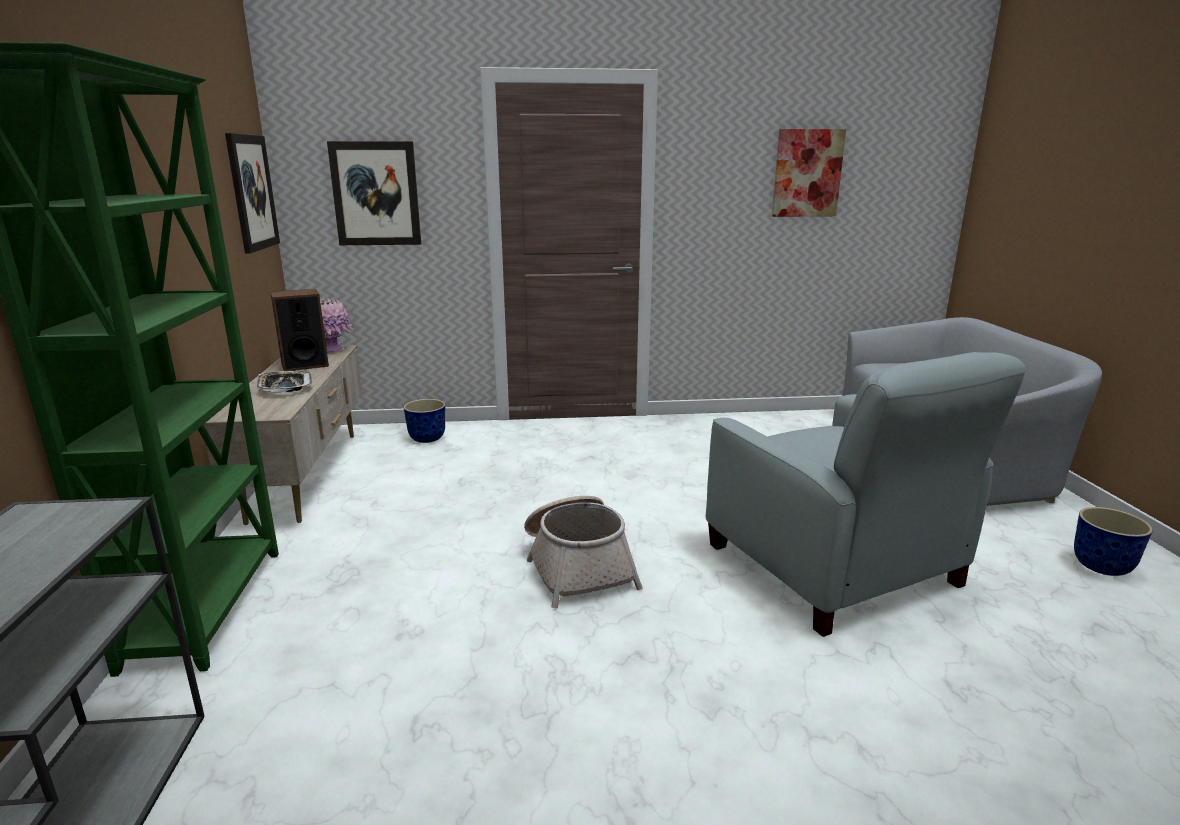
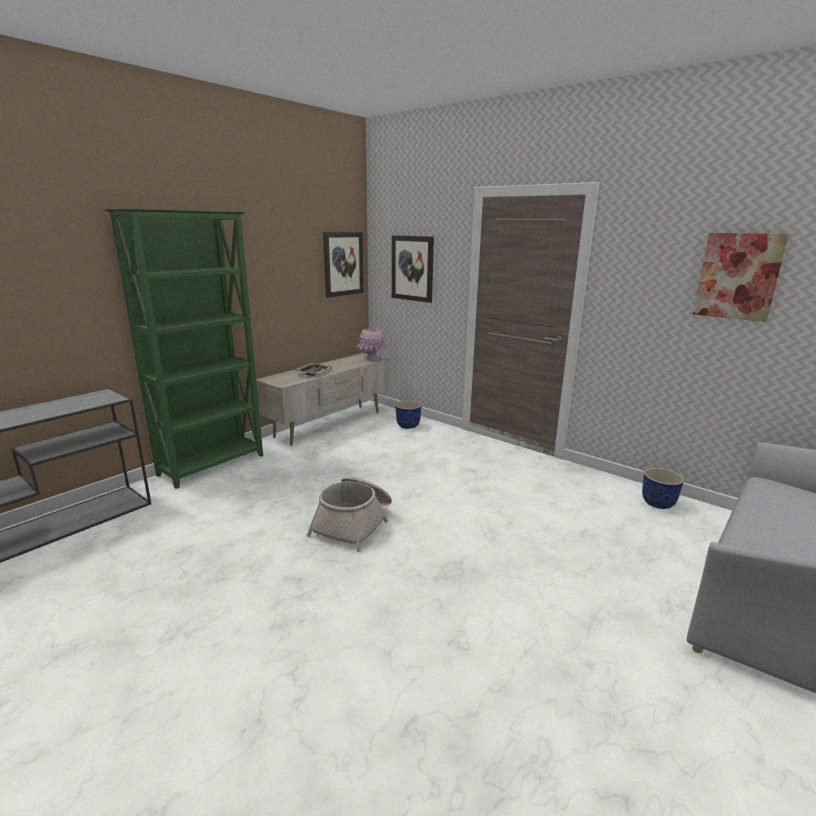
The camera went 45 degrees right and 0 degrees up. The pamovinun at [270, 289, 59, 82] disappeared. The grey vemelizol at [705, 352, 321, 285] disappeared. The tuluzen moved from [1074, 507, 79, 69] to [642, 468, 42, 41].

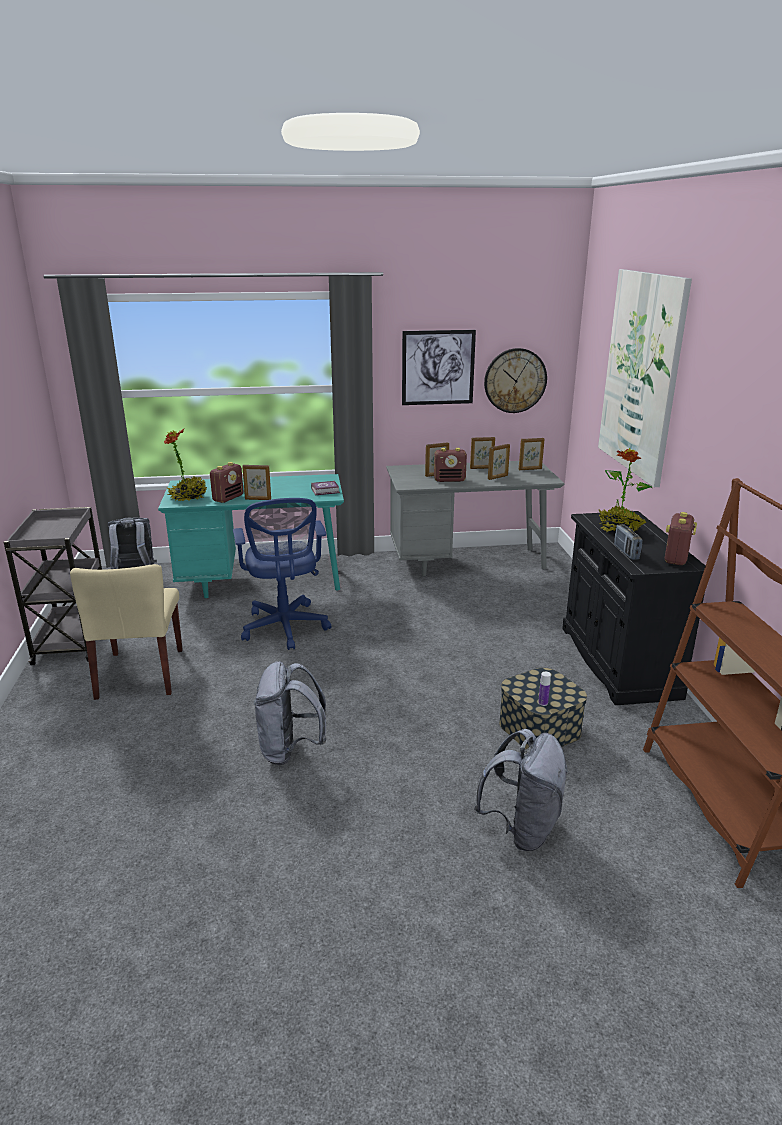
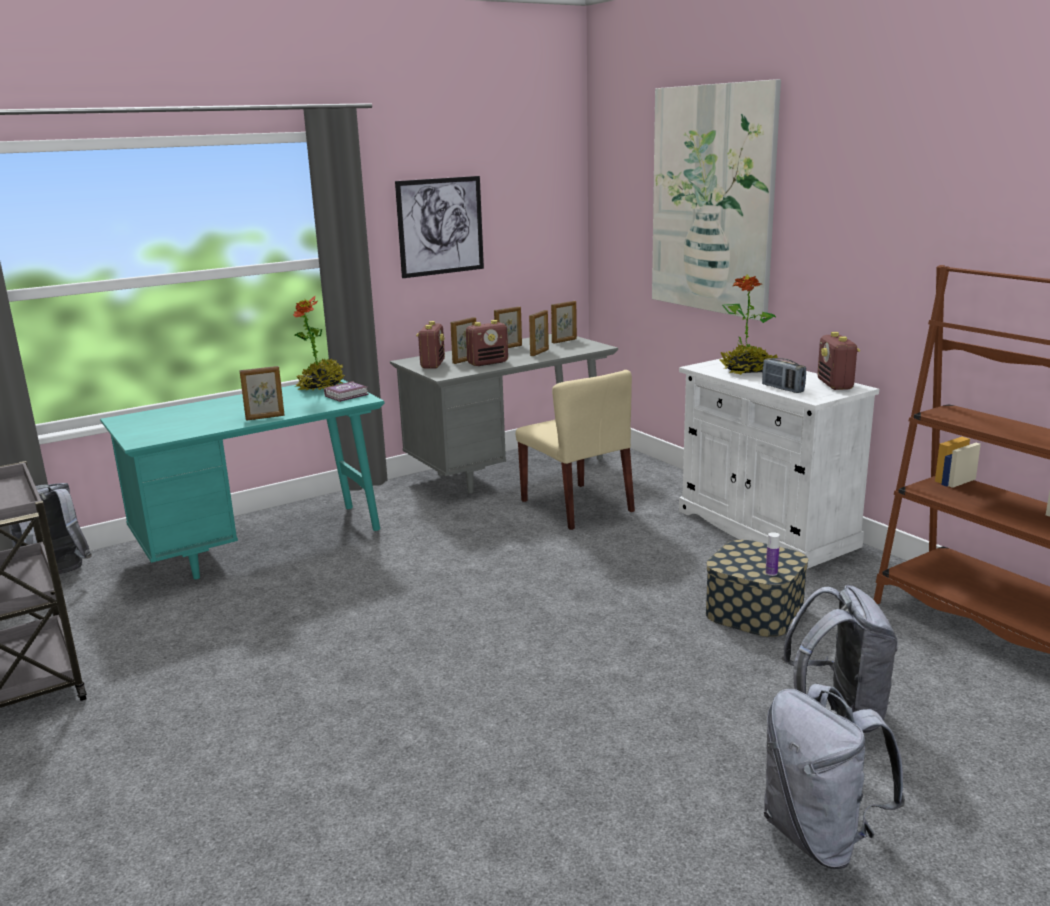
The camera went 25 degrees left and 5 degrees down. The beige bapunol moved from [70, 564, 113, 136] to [516, 370, 119, 160]. The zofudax moved from [164, 429, 43, 72] to [293, 296, 52, 95]. The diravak moved from [210, 462, 34, 41] to [416, 321, 29, 48]. The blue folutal at [233, 498, 98, 152] disappeared. The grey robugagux moved from [253, 661, 73, 104] to [764, 684, 141, 185]. The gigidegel at [484, 348, 63, 65] disappeared. The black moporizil at [562, 511, 143, 194] became the white moporizil at [679, 357, 200, 212].

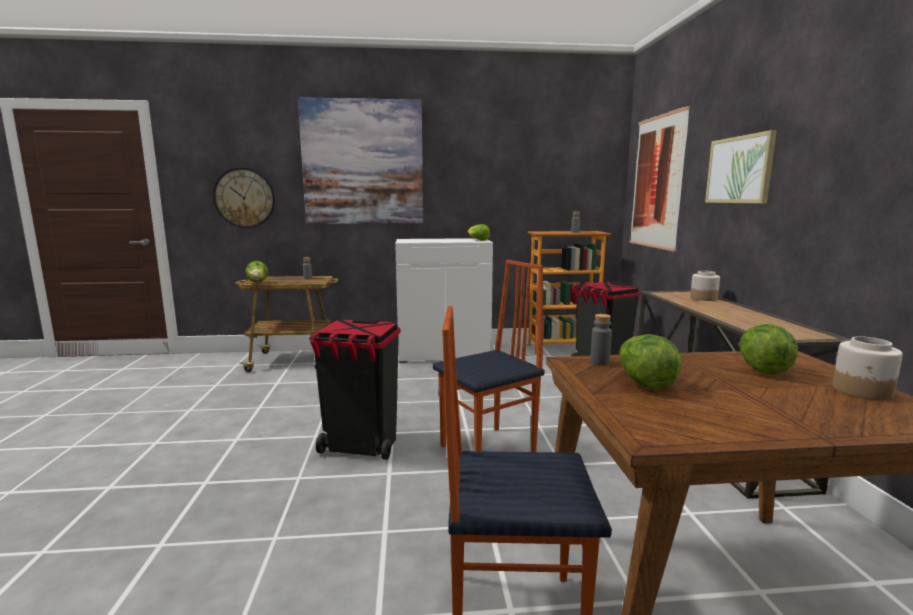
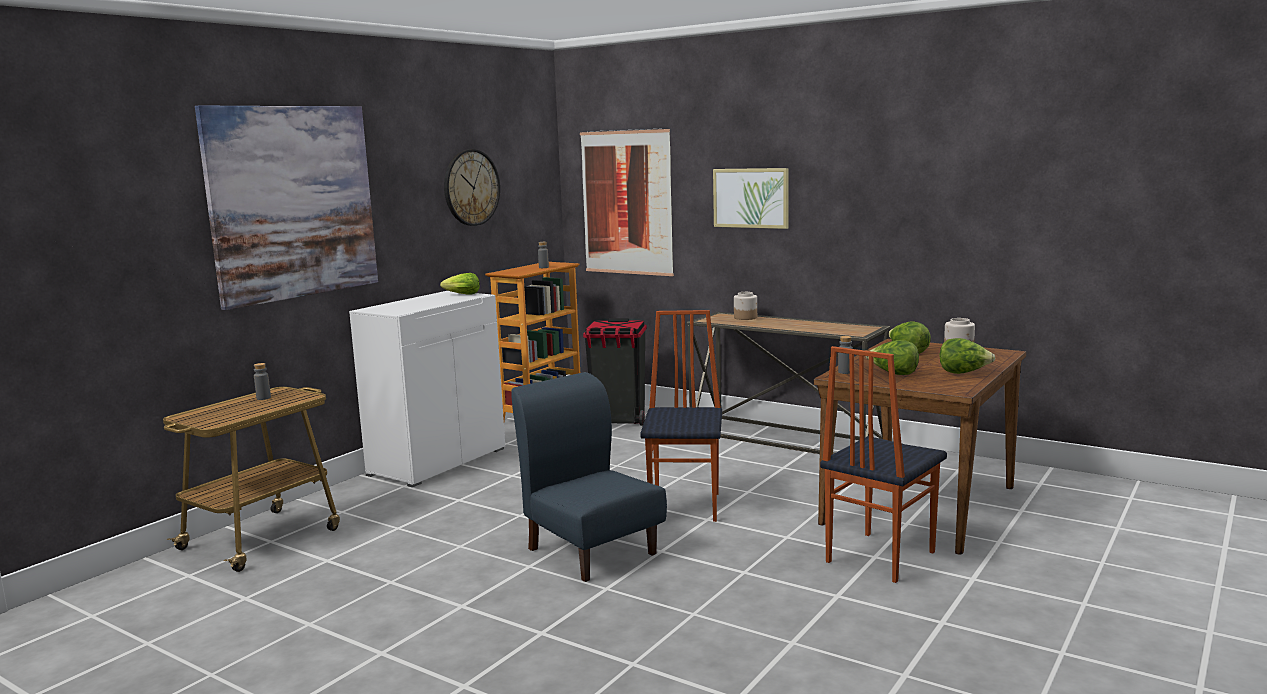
The camera went 50 degrees left and 0 degrees up. The gigidegel moved from [213, 167, 62, 61] to [444, 149, 56, 77]. The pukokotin moved from [246, 261, 22, 21] to [939, 338, 56, 36]. The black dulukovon at [309, 318, 92, 142] was replaced by the blue bapunol at [511, 372, 156, 210].

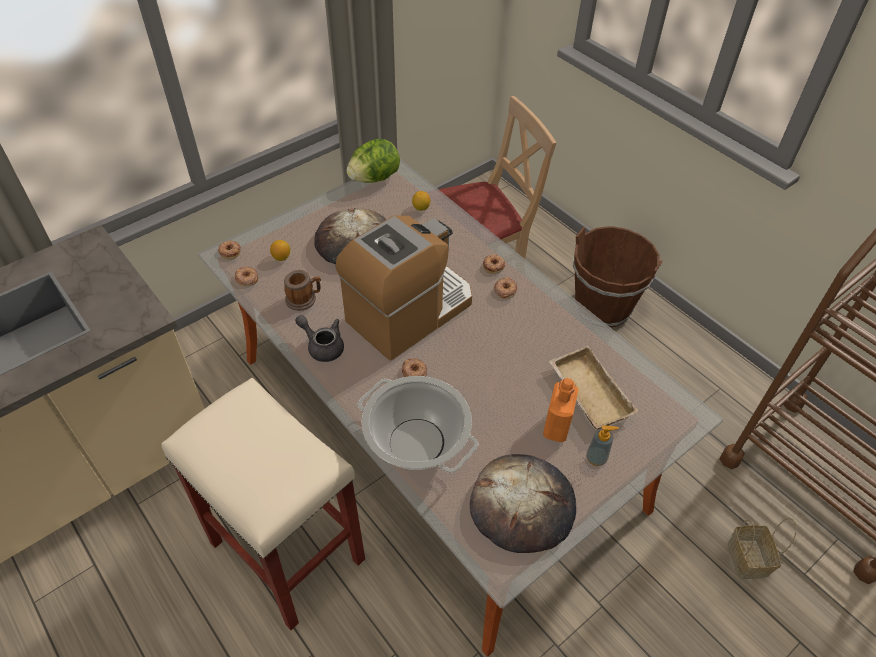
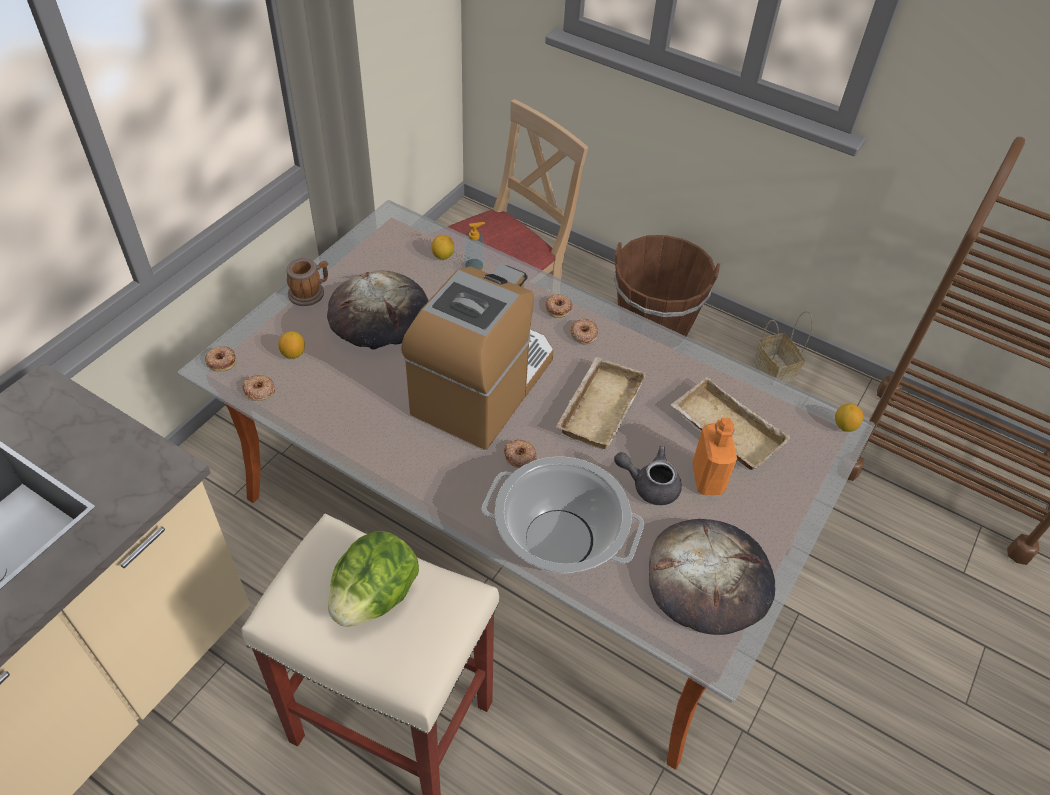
The camera went 20 degrees left and 0 degrees up. The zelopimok moved from [284, 270, 37, 41] to [286, 257, 42, 49]. The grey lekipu moved from [295, 315, 49, 47] to [614, 446, 68, 59]. The pukokotin moved from [346, 139, 54, 44] to [328, 531, 91, 95]. The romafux moved from [586, 425, 33, 41] to [464, 222, 21, 48]. The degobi moved from [728, 518, 69, 61] to [753, 311, 60, 72]. The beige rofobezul at [556, 357, 91, 92] appeared. The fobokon at [835, 404, 28, 28] appeared.

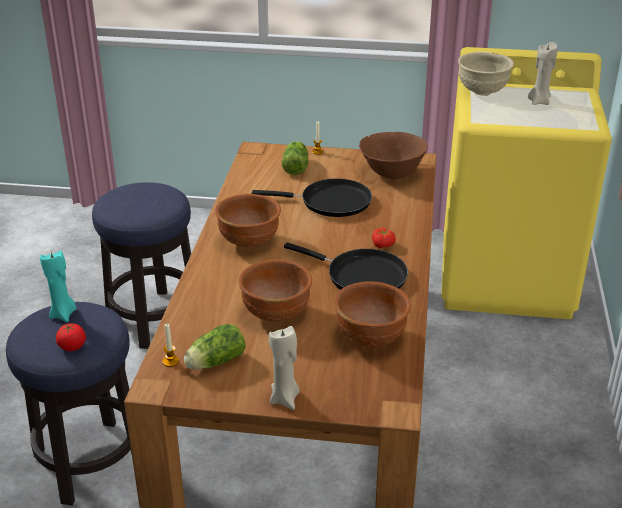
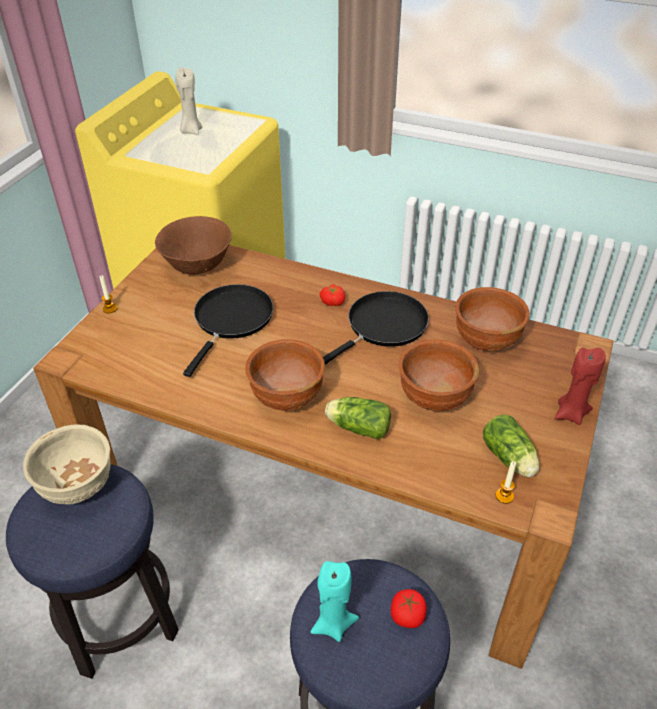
The camera went 75 degrees left and 10 degrees up. The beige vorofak at [269, 326, 31, 84] became the red vorofak at [555, 348, 51, 77]. The pukokotin moved from [282, 141, 26, 34] to [325, 397, 66, 42]. The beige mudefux moved from [458, 52, 56, 44] to [23, 425, 88, 80].

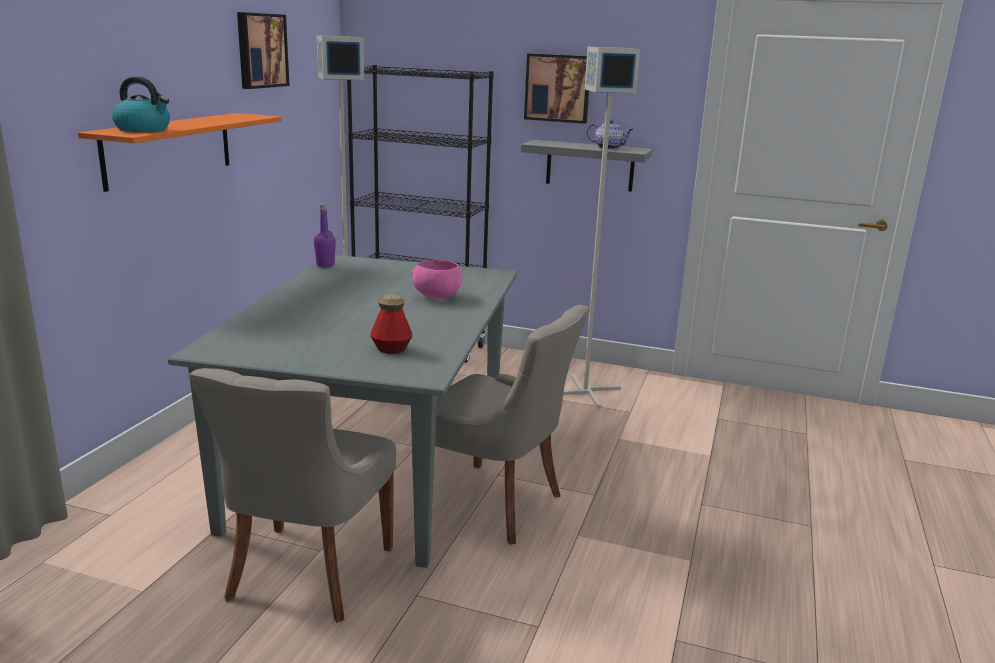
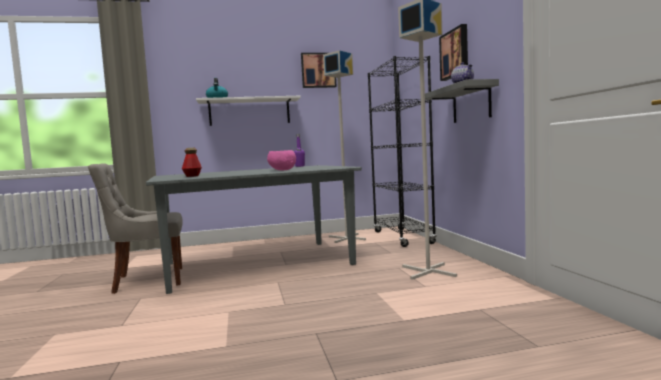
The camera went 60 degrees right and 15 degrees down. The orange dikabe at [78, 113, 204, 79] became the white dikabe at [196, 96, 105, 30]. The grey bapunol at [435, 305, 154, 240] disappeared.

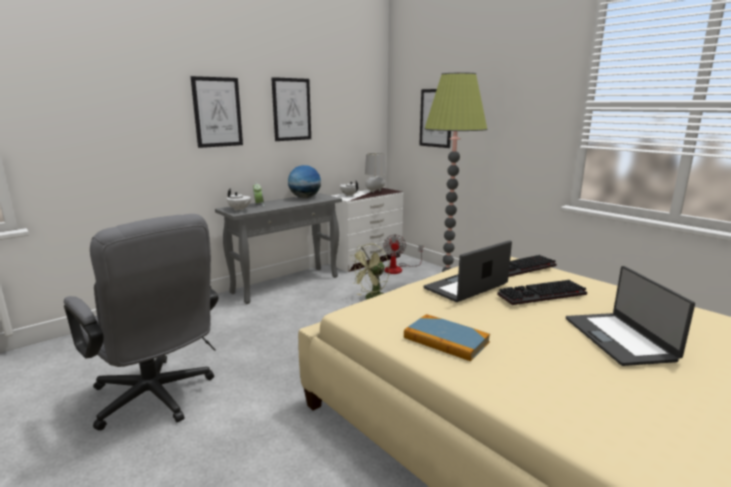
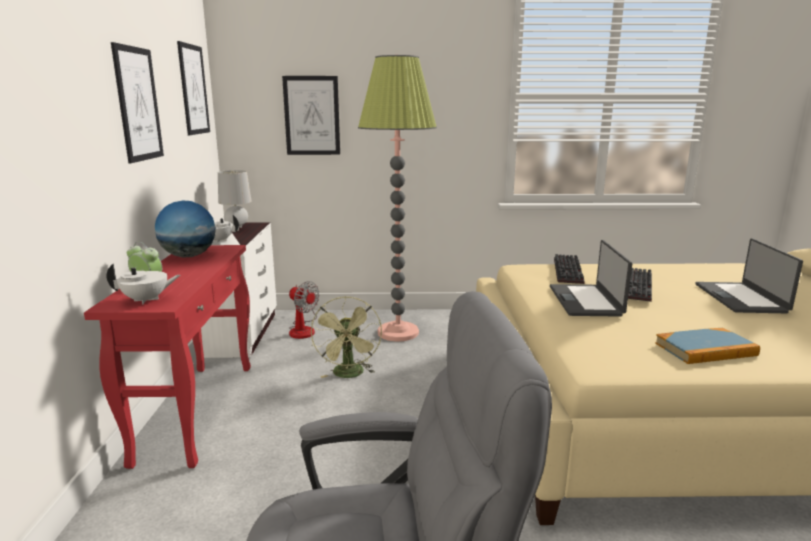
The camera went 50 degrees left and 0 degrees up. The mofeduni moved from [190, 76, 53, 72] to [177, 41, 33, 94]. The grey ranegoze at [215, 193, 127, 111] became the red ranegoze at [84, 245, 167, 224]. The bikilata at [566, 266, 129, 100] turned 60 degrees clockwise.

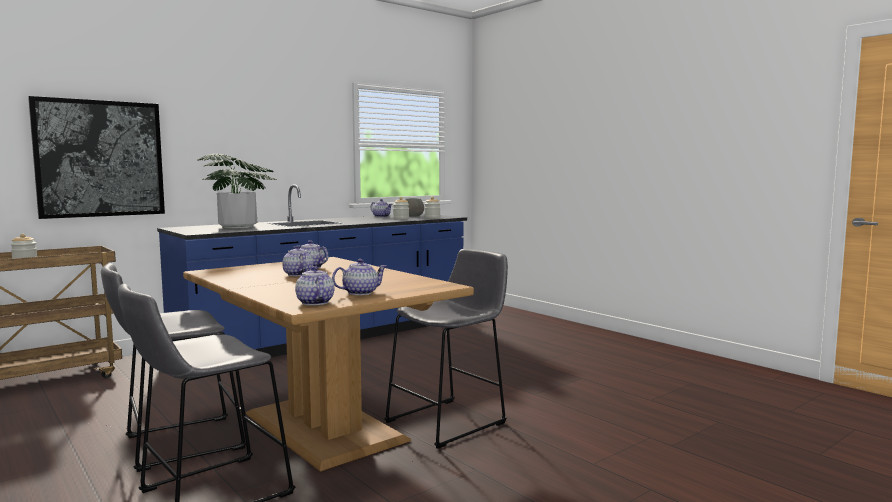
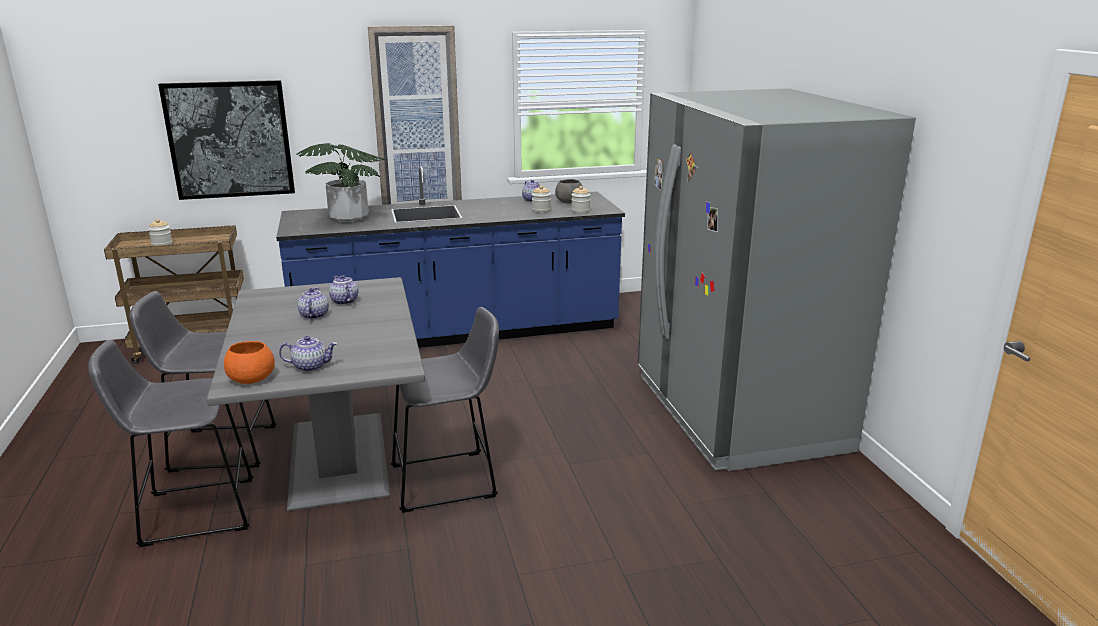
The camera went 25 degrees right and 15 degrees up. The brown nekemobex at [183, 257, 291, 214] became the grey nekemobex at [206, 277, 220, 234]. The lekipu at [295, 266, 39, 39] was replaced by the orange mudefux at [224, 341, 51, 43]. The mofeduni at [368, 25, 94, 180] appeared. The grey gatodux at [638, 88, 278, 383] appeared.

